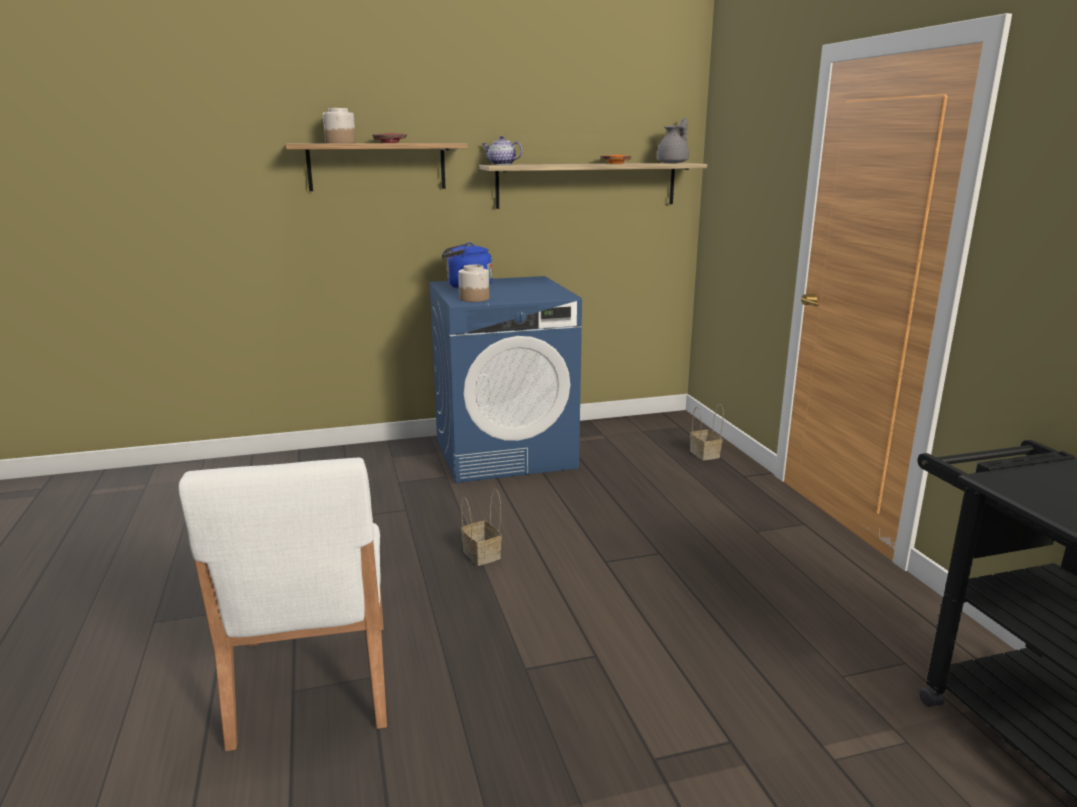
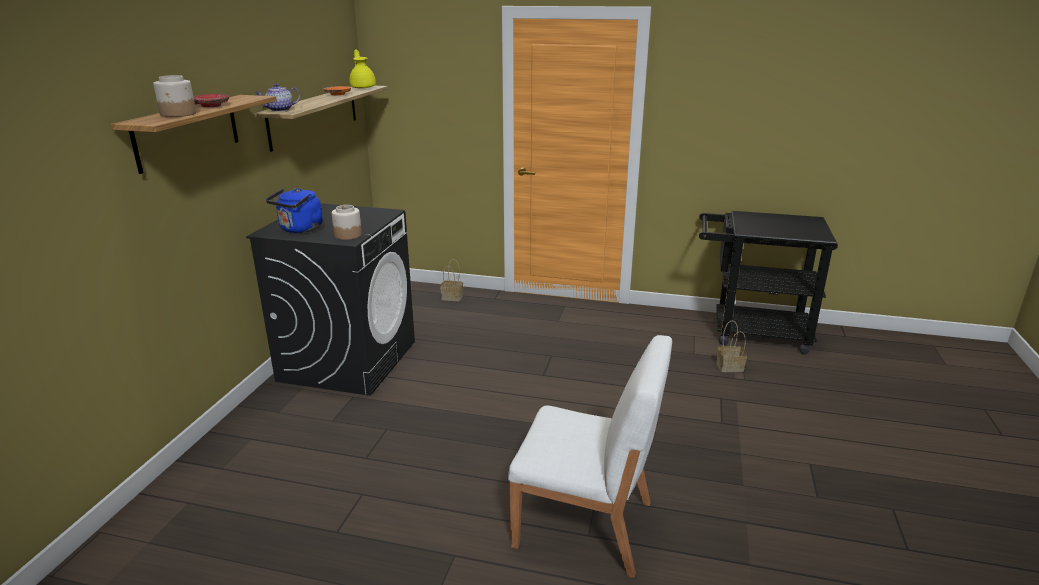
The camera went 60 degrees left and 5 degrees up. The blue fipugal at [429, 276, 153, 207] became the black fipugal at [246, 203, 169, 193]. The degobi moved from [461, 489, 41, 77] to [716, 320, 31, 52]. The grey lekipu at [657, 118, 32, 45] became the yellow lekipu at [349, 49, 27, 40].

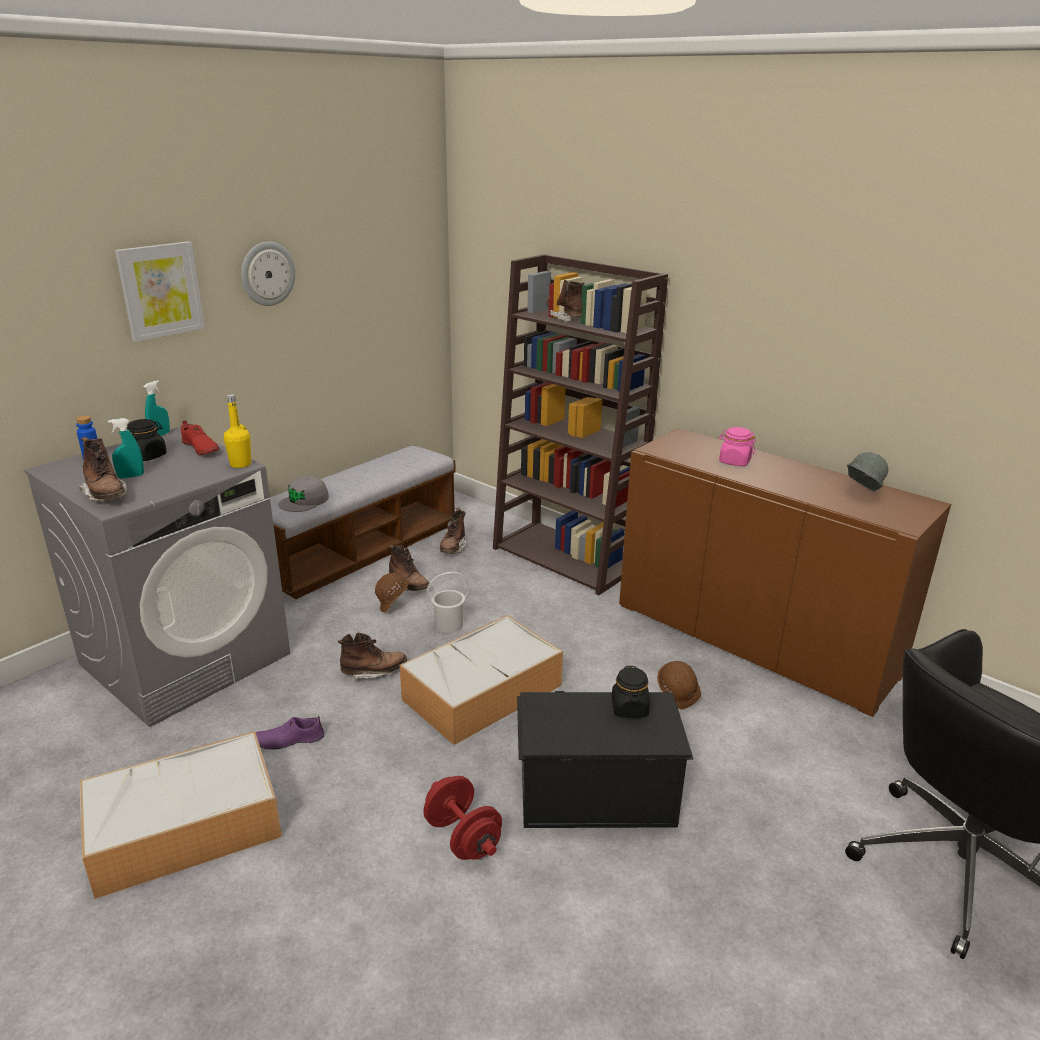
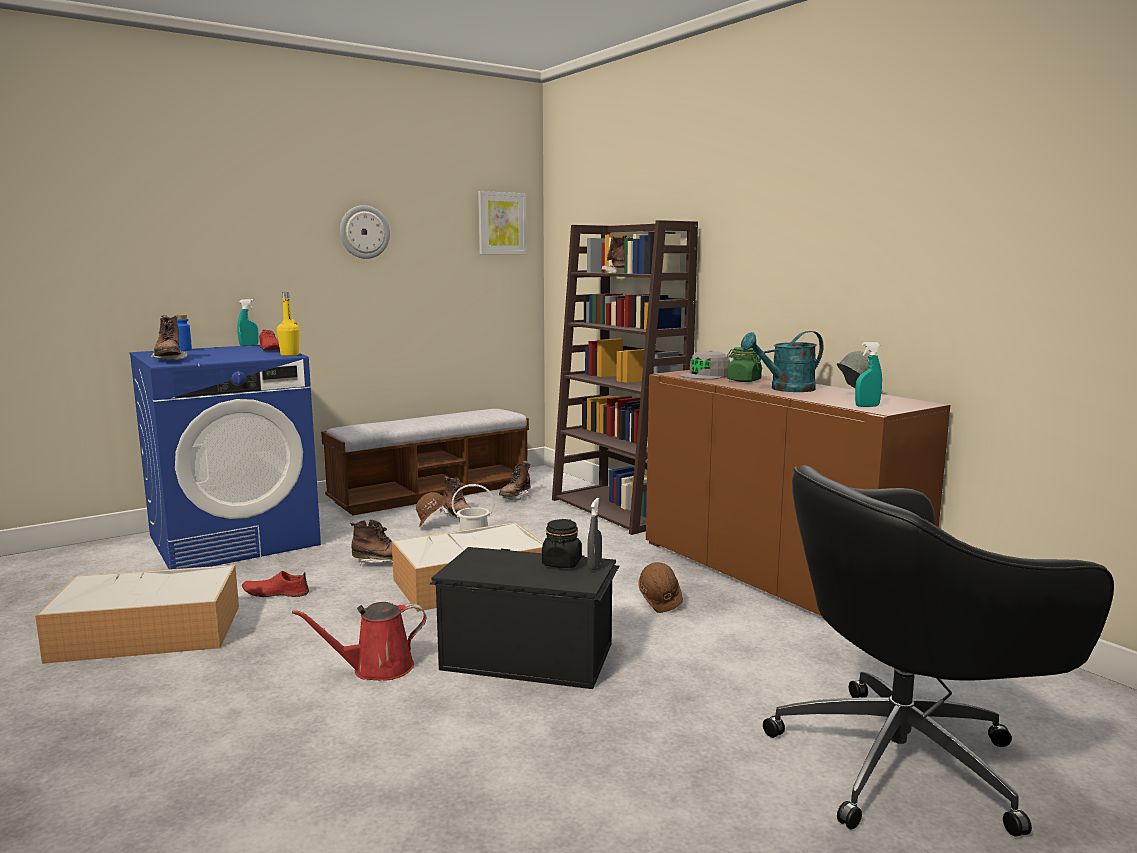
The camera went 15 degrees right and 15 degrees down. The grey fipugal at [24, 427, 266, 300] became the blue fipugal at [129, 345, 192, 224]. The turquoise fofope moved from [108, 418, 36, 61] to [855, 342, 27, 65]. The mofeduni moved from [115, 241, 90, 101] to [478, 191, 49, 63]. The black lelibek at [126, 419, 41, 42] disappeared. The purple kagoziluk at [256, 716, 68, 34] became the red kagoziluk at [242, 571, 67, 26]. The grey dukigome moved from [278, 476, 51, 36] to [679, 350, 51, 30]. The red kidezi at [423, 776, 79, 84] was replaced by the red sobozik at [292, 602, 134, 79]. The pink lelibek at [719, 427, 37, 39] became the green lelibek at [727, 347, 35, 35]. The grey fofope at [587, 498, 15, 72] appeared. The turquoise sobozik at [741, 331, 82, 61] appeared.

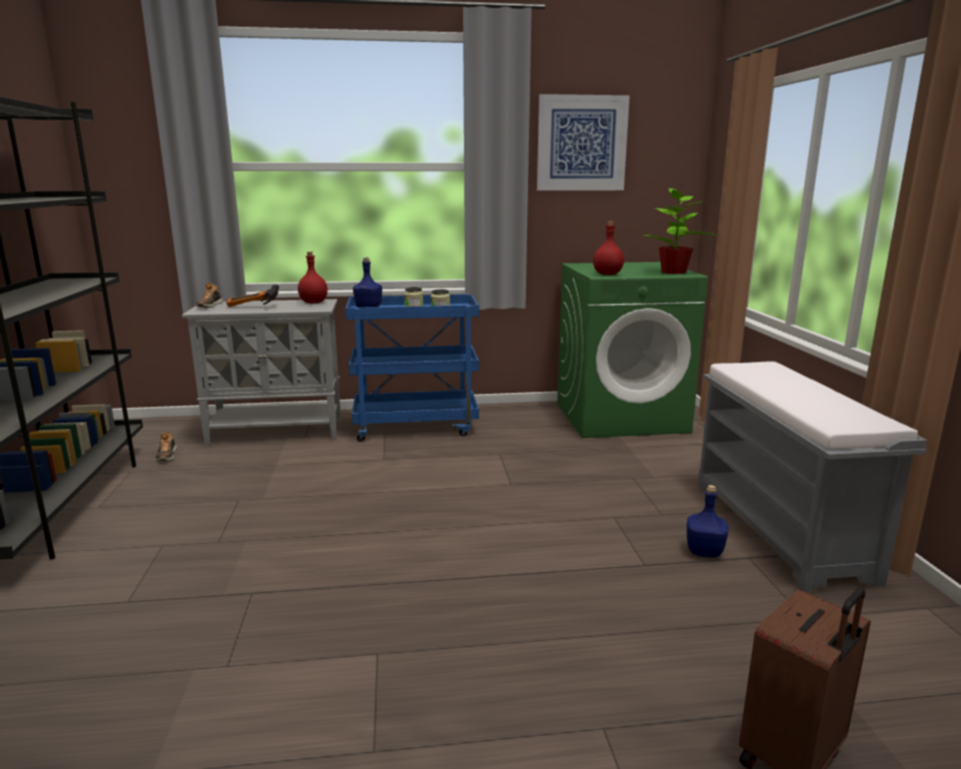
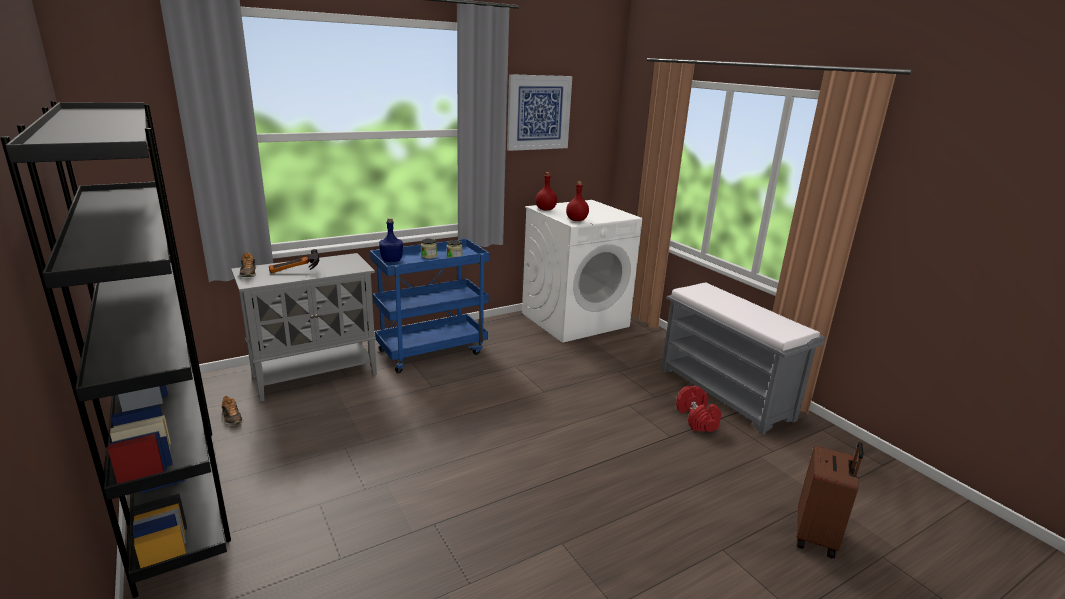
The camera went 25 degrees left and 5 degrees up. The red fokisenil moved from [298, 251, 30, 52] to [535, 172, 22, 39]. The green fipugal at [557, 262, 151, 176] became the white fipugal at [522, 200, 120, 143]. The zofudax at [643, 188, 74, 86] disappeared. The blue fokisenil at [687, 485, 41, 72] was replaced by the red kidezi at [676, 386, 45, 46].

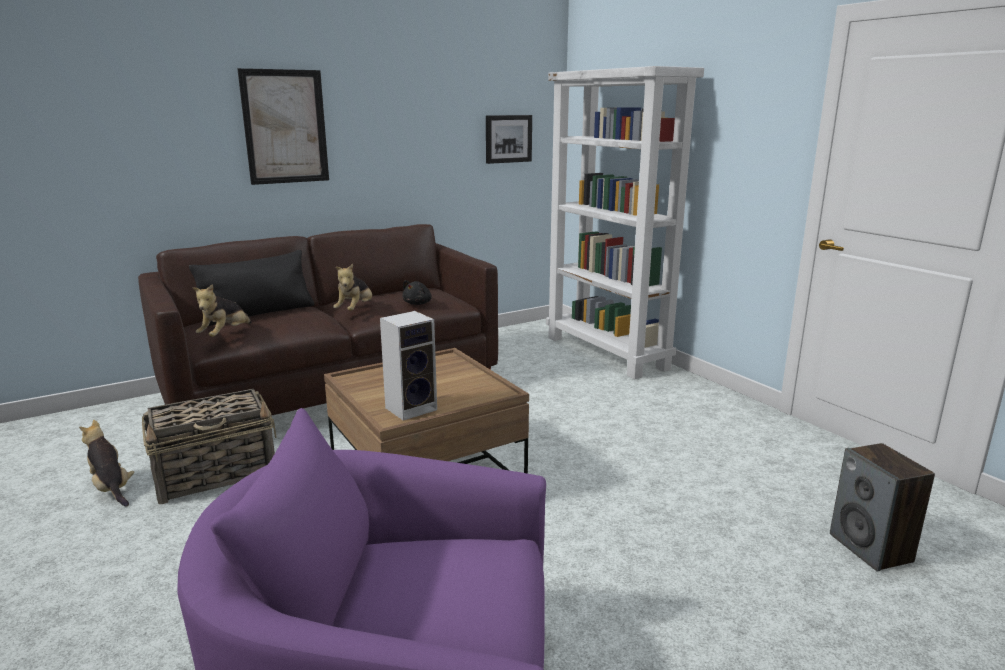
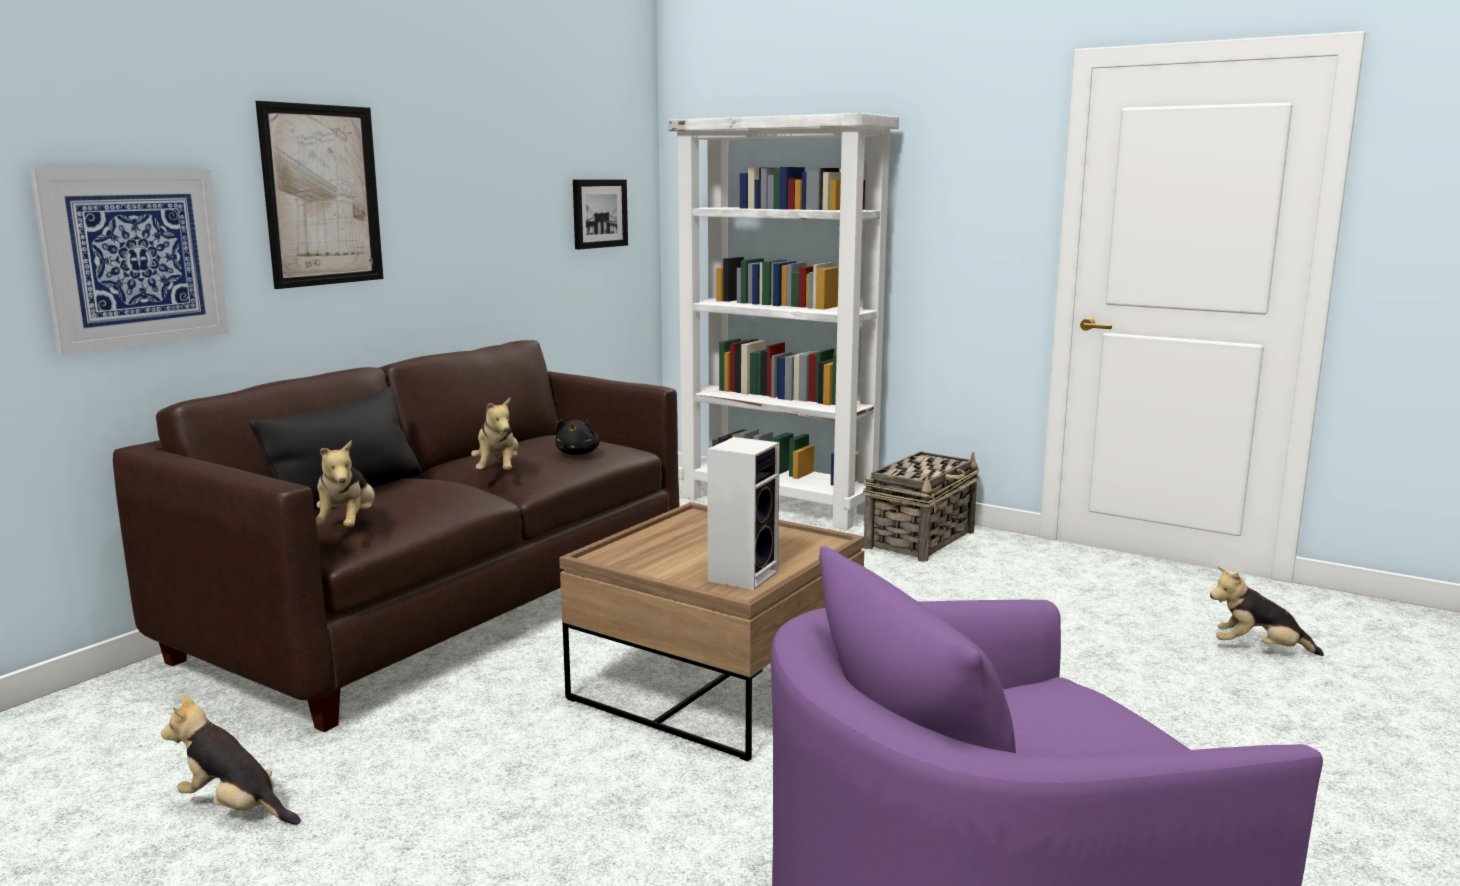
The camera went 25 degrees left and 5 degrees down. The degobi moved from [142, 389, 135, 115] to [863, 451, 116, 111]. The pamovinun at [830, 443, 105, 129] was replaced by the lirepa at [1210, 567, 114, 89]. The mofeduni at [30, 169, 199, 186] appeared.

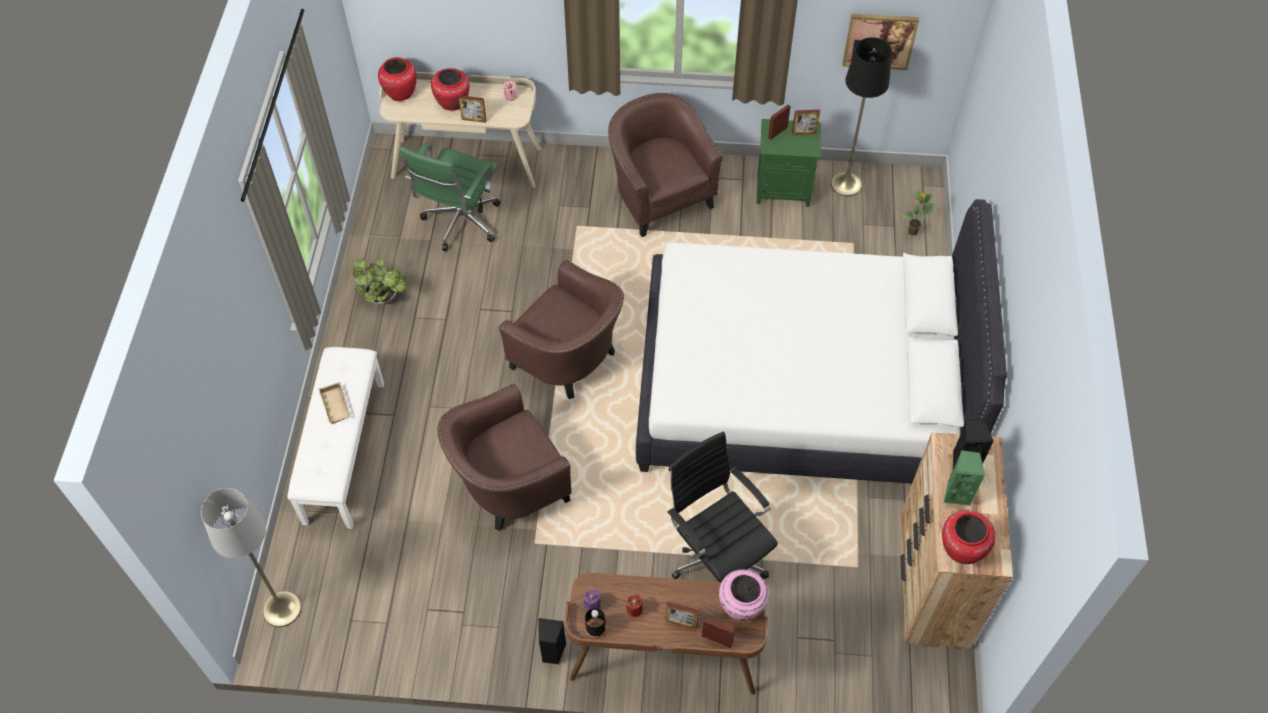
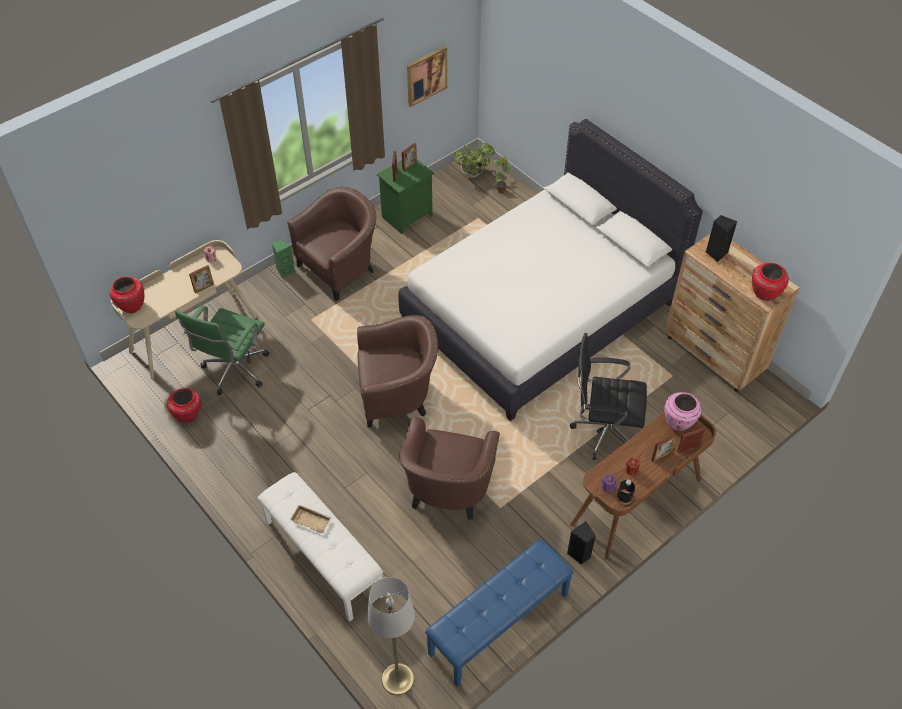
The camera went 45 degrees left and 5 degrees down. The zofudax moved from [351, 258, 55, 46] to [455, 143, 40, 35]. The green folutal at [400, 143, 101, 108] turned 45 degrees clockwise. The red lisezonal moved from [431, 68, 39, 43] to [167, 388, 34, 35]. The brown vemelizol at [608, 93, 115, 144] turned 120 degrees clockwise. The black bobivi at [831, 37, 61, 159] disappeared. The green pamovinun moved from [943, 450, 42, 56] to [272, 238, 23, 40]. The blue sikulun at [425, 539, 149, 148] appeared.

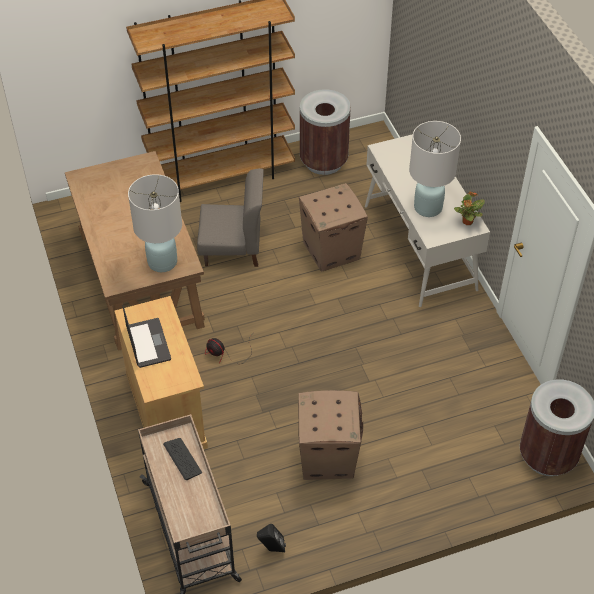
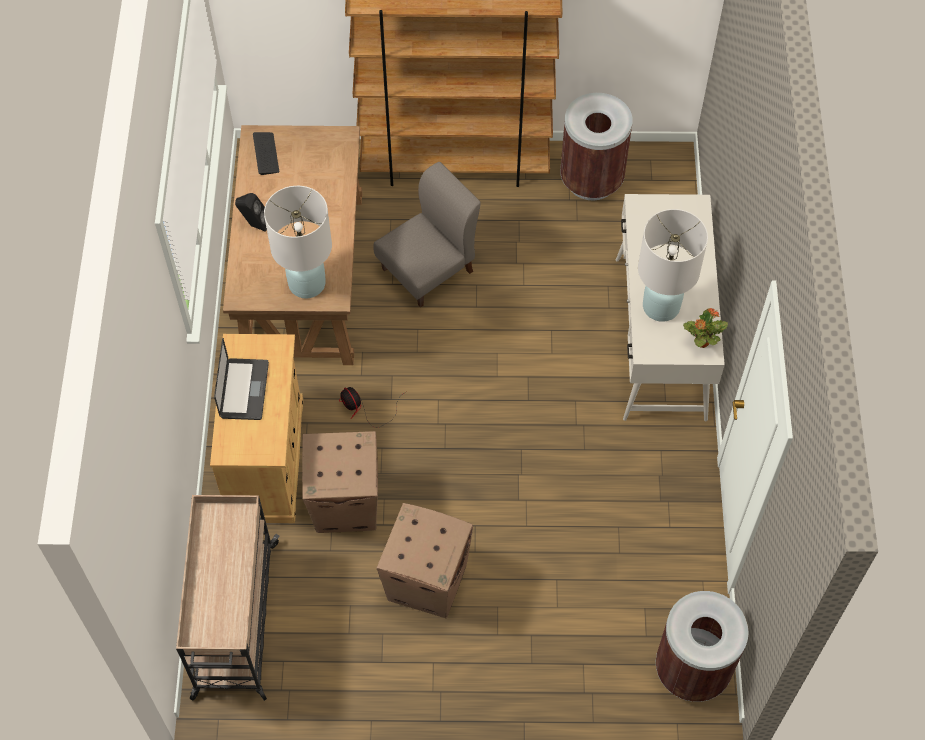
The camera went 20 degrees right and 10 degrees up. The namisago moved from [163, 438, 39, 42] to [253, 132, 26, 43]. The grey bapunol at [197, 169, 67, 98] turned 60 degrees counterclockwise. The black pamovinun moved from [257, 524, 29, 28] to [235, 193, 32, 39]. The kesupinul moved from [299, 183, 69, 89] to [302, 431, 76, 102].

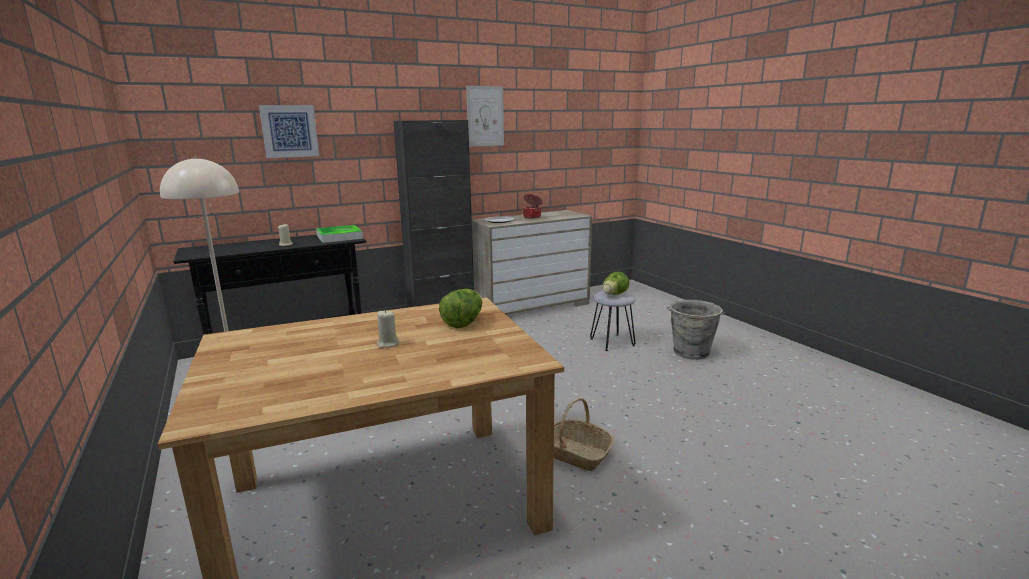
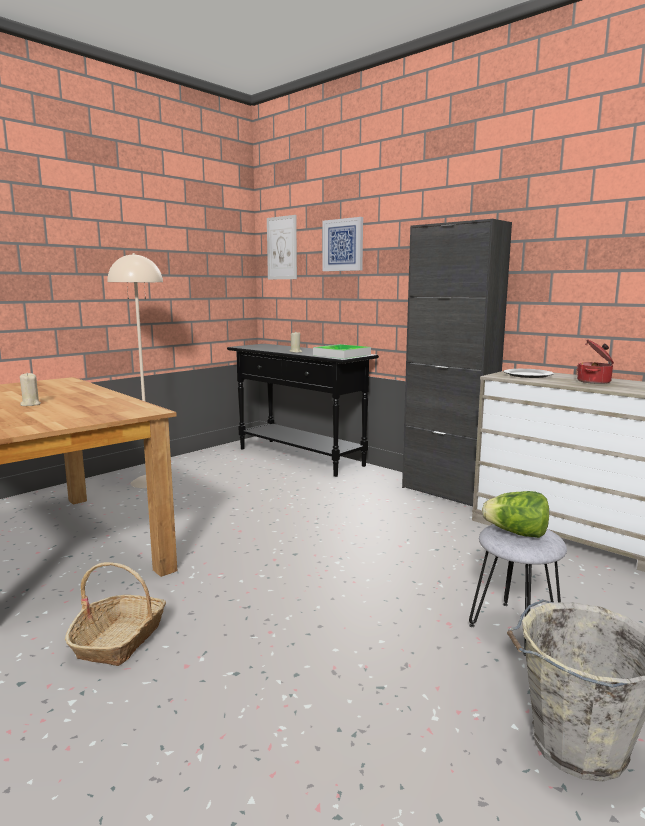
The camera went 70 degrees right and 5 degrees down. The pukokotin at [439, 289, 43, 39] disappeared. The mofeduni moved from [466, 86, 38, 61] to [267, 215, 30, 64].

